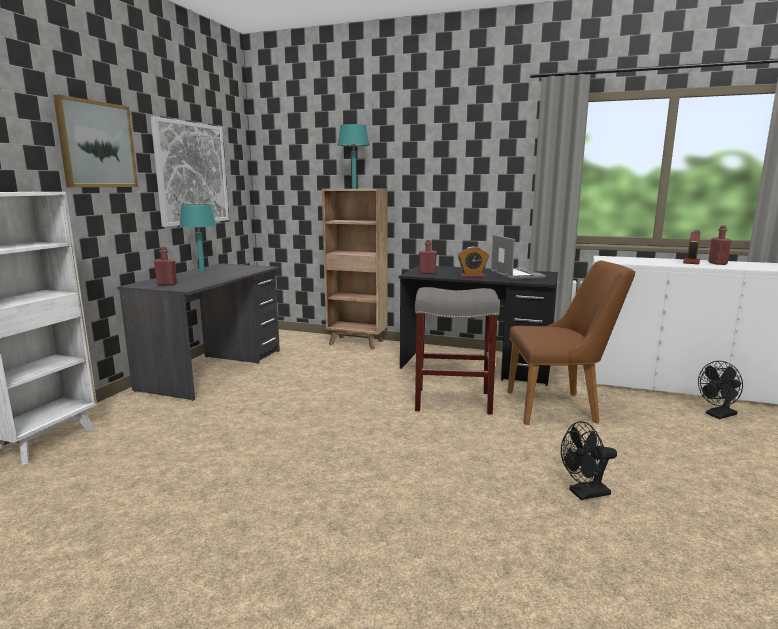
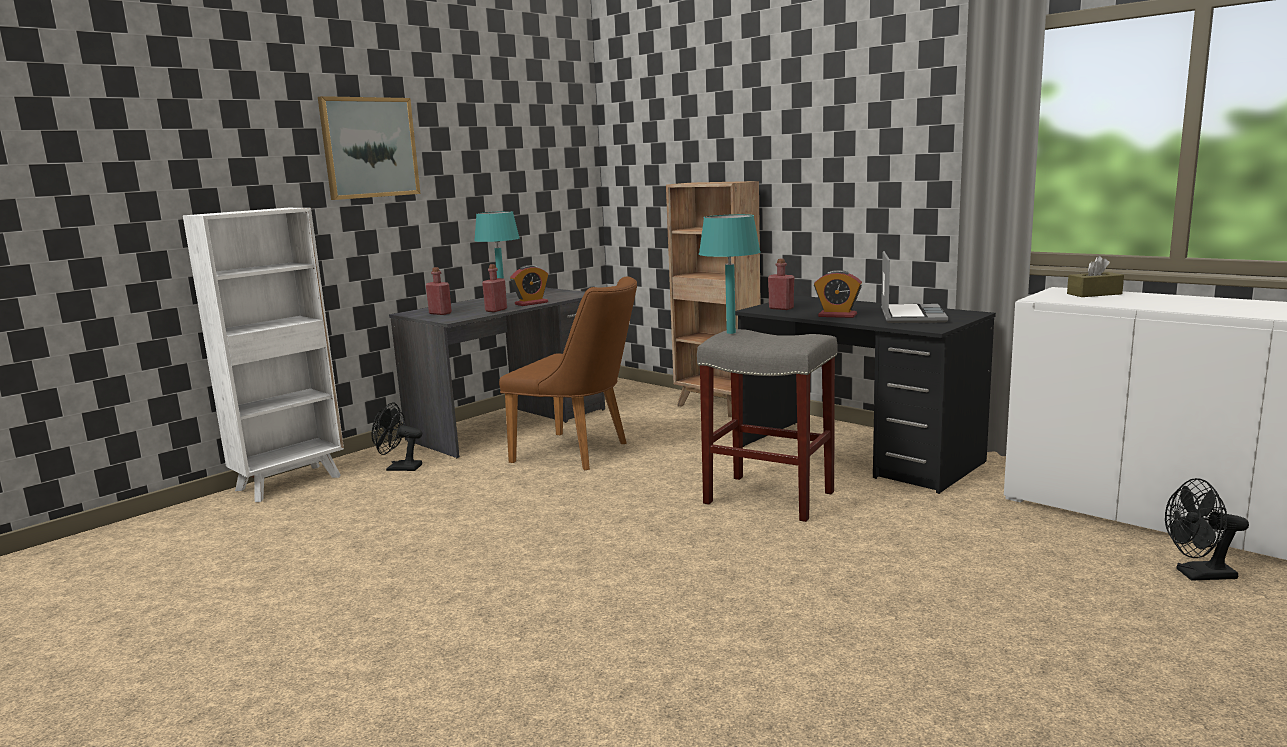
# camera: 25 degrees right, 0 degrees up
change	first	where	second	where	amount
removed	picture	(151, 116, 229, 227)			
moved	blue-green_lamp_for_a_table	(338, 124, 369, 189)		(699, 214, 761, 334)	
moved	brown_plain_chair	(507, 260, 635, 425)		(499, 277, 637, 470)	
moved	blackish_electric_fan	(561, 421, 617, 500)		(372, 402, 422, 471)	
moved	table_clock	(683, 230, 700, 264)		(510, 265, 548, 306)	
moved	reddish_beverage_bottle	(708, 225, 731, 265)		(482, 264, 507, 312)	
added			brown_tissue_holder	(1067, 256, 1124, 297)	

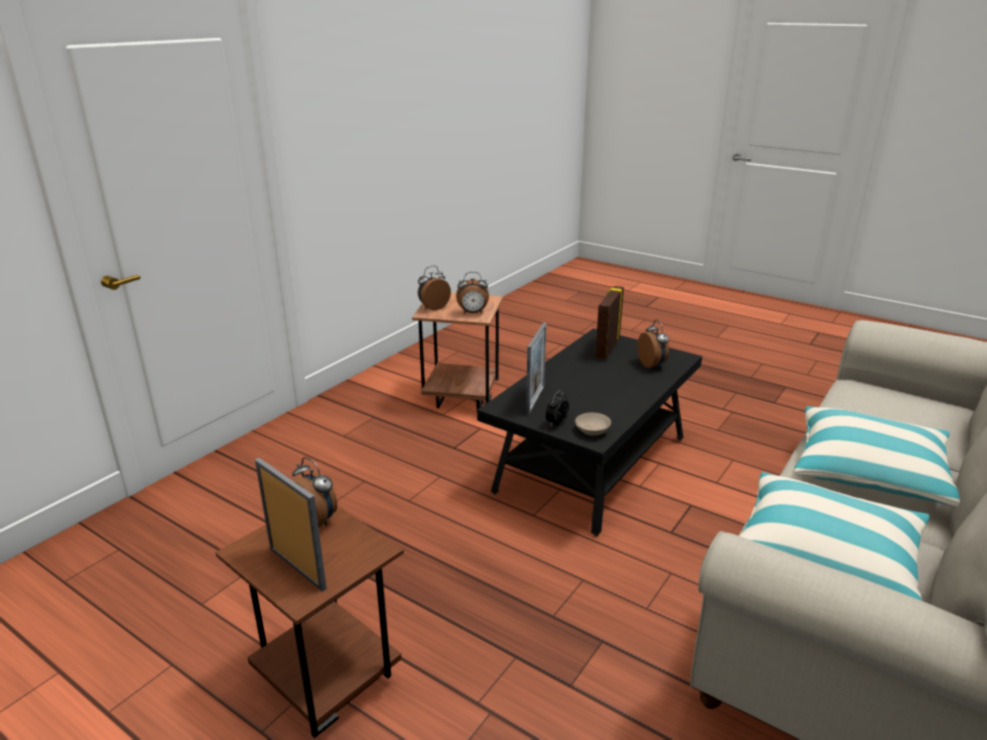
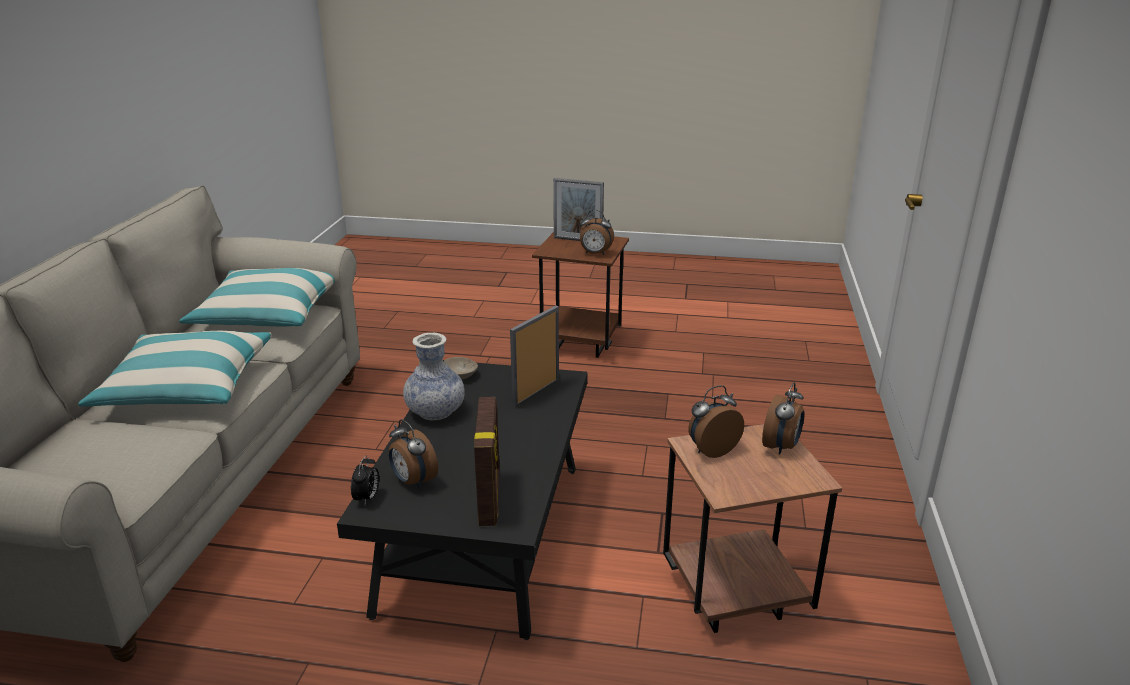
# camera: 155 degrees right, 0 degrees up
change	first	where	second	where	amount
turned	standing_frame	(526, 322, 547, 415)		(510, 305, 559, 408)	45 degrees clockwise
moved	table_clock	(546, 390, 569, 426)		(351, 456, 379, 505)	
added			decorative_vase	(403, 333, 465, 420)	

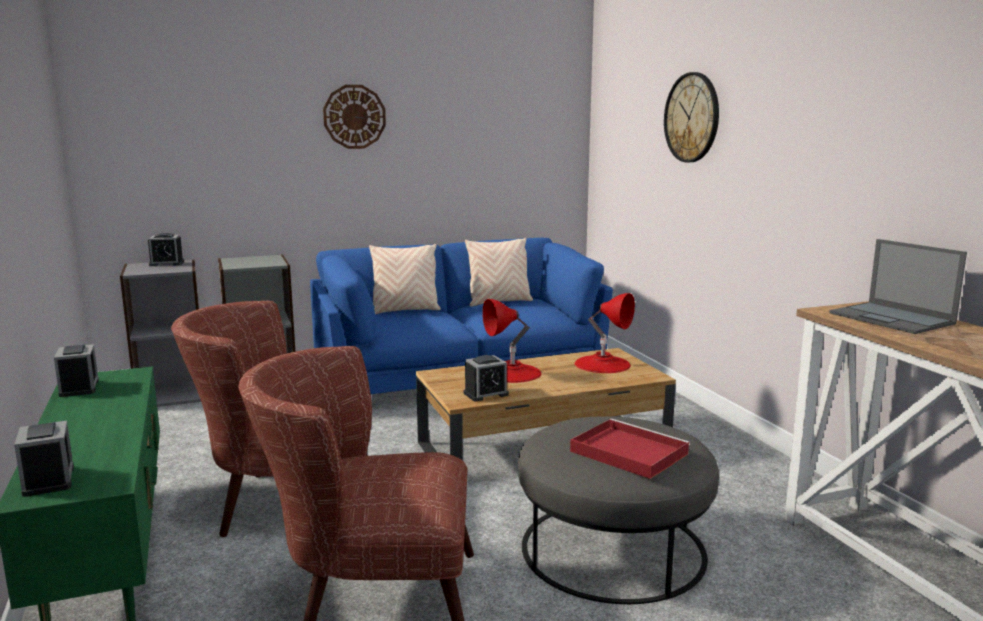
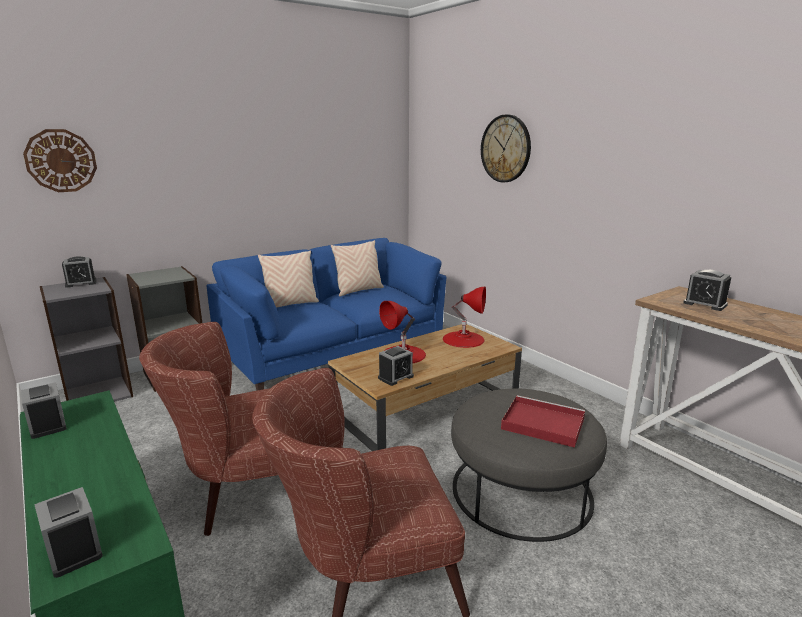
# camera: 15 degrees left, 5 degrees up
change	first	where	second	where	amount
moved	wall_clock	(323, 85, 386, 149)		(23, 129, 97, 192)	
replaced	laptop	(829, 239, 967, 334)	table_clock	(683, 270, 731, 311)	

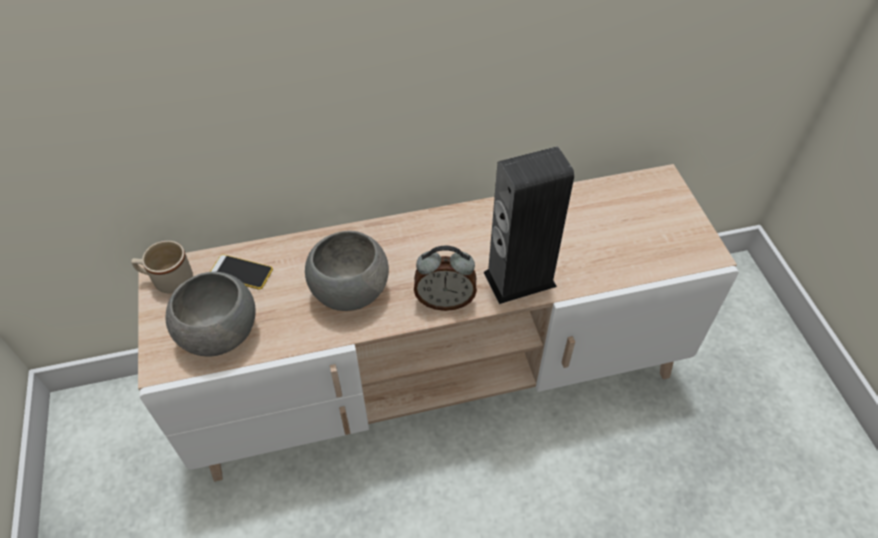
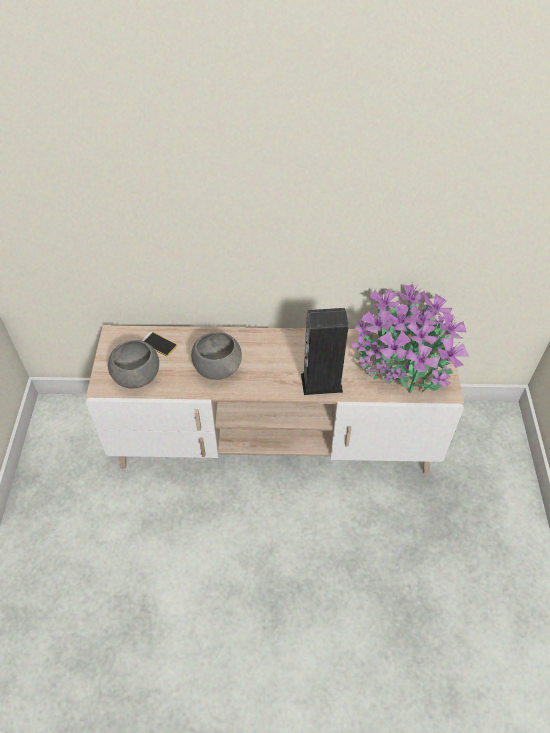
# camera: 15 degrees right, 0 degrees up
change	first	where	second	where	amount
removed	beige_tea_mug	(131, 241, 193, 293)			
removed	table_clock	(414, 245, 477, 311)			
added			plant_in_a_pot	(352, 283, 469, 393)	

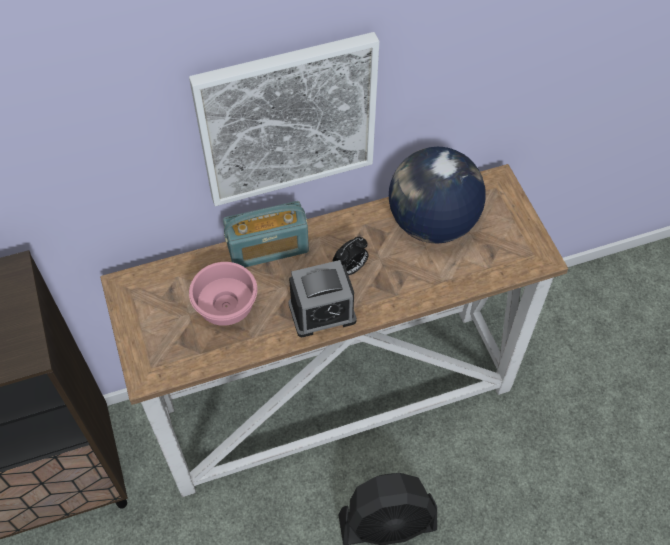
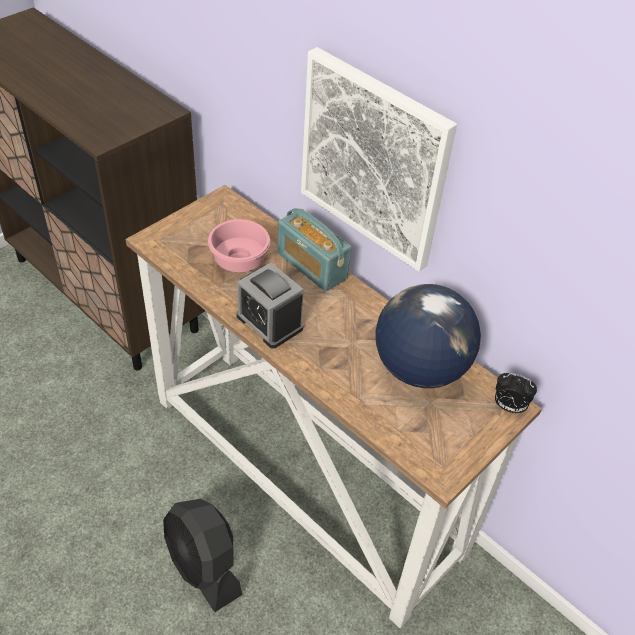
# camera: 60 degrees right, 10 degrees down
change	first	where	second	where	amount
moved	table_clock	(332, 237, 369, 275)		(495, 373, 537, 413)	

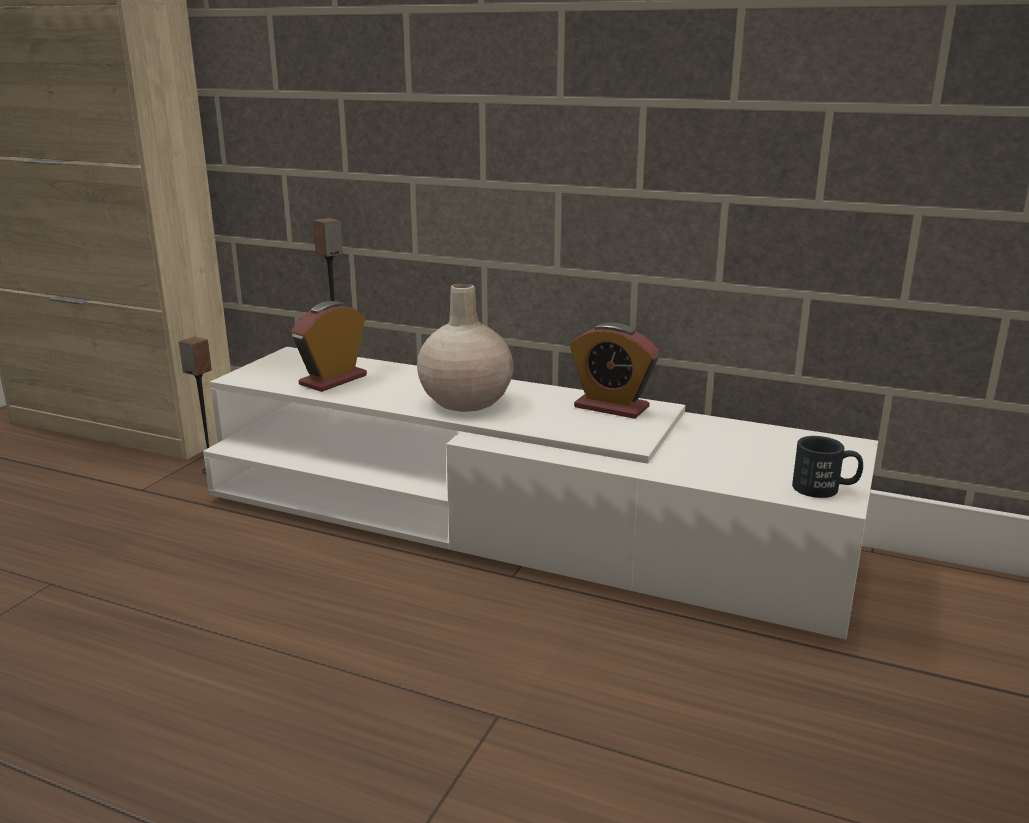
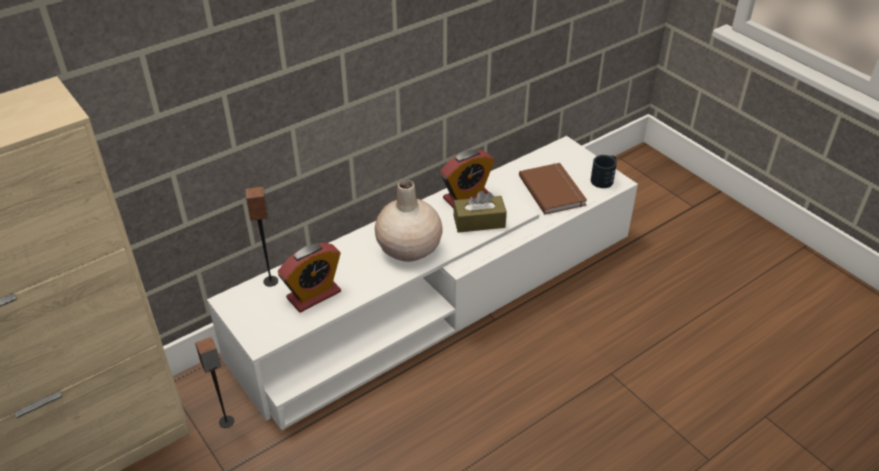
# camera: 60 degrees left, 20 degrees up
change	first	where	second	where	amount
turned	table_clock	(291, 301, 367, 392)		(278, 243, 341, 313)	105 degrees counterclockwise
added			brown_tissue_holder	(453, 191, 507, 233)	
added			brown_volume	(519, 163, 587, 215)	

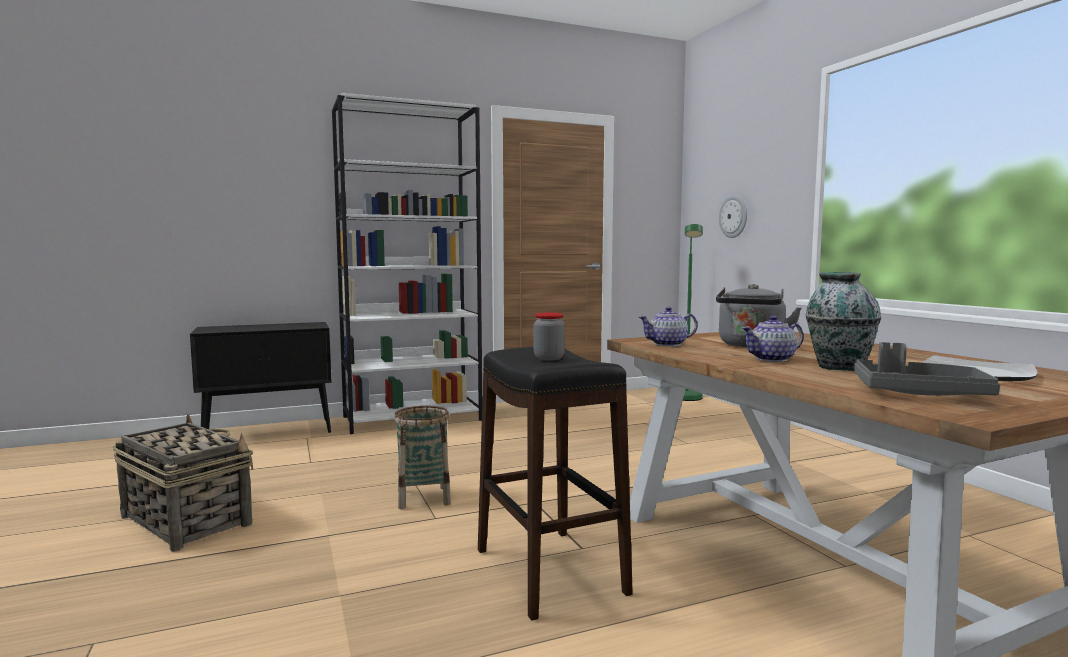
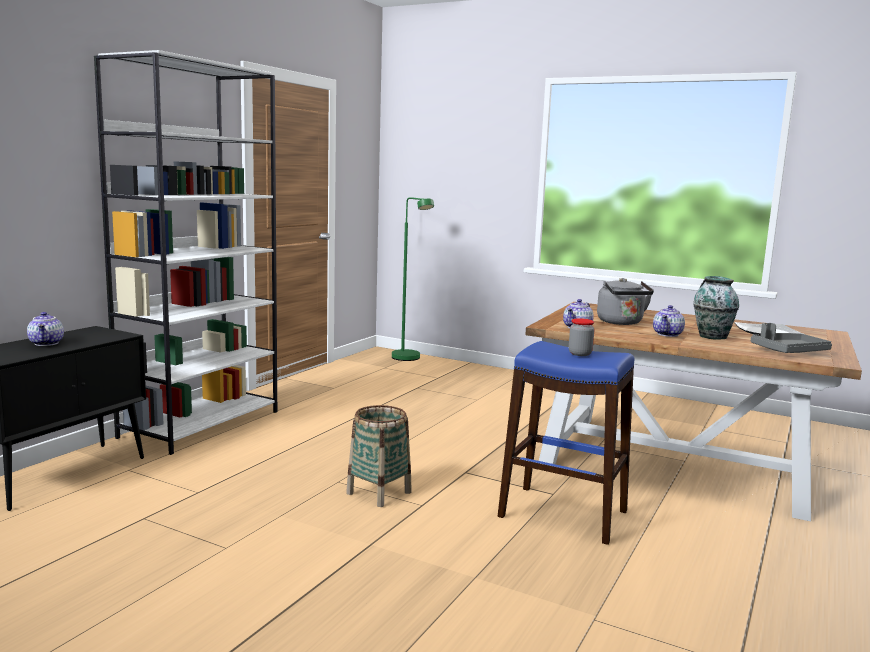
# camera: 40 degrees left, 5 degrees up
change	first	where	second	where	amount
removed	household_basket	(113, 414, 253, 552)			
recoloured	blackish_sitting_stool	(478, 347, 633, 621)	bluish_sitting_stool	(498, 341, 634, 545)	
removed	wall_clock	(719, 195, 747, 238)			
added			teapot	(27, 312, 64, 346)	

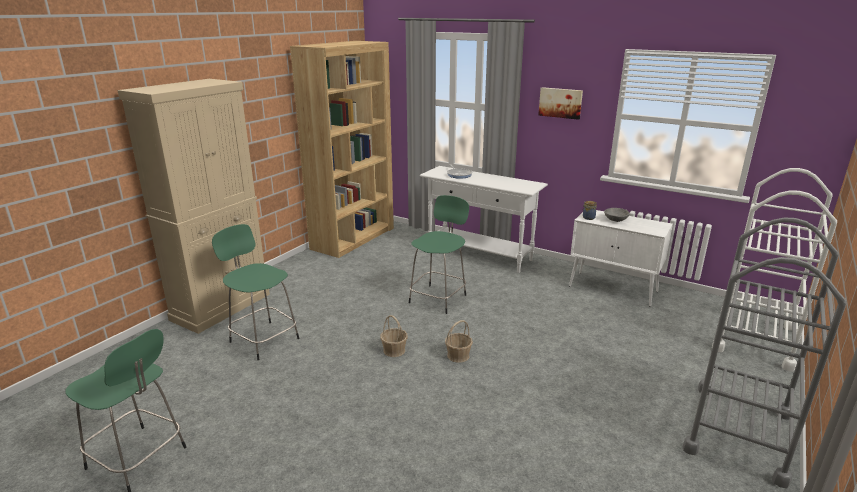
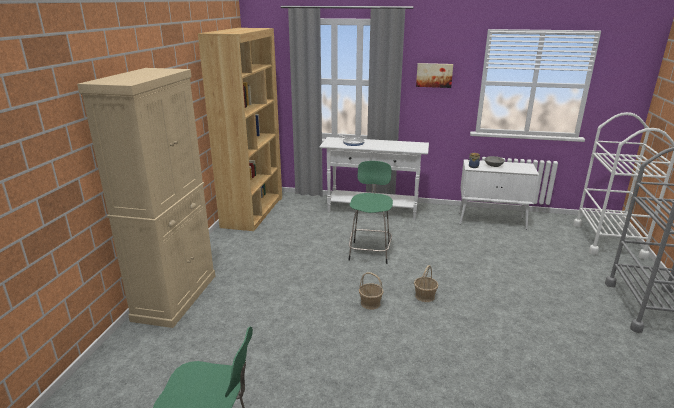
# camera: 20 degrees left, 0 degrees up
change	first	where	second	where	amount
removed	green_sitting_stool	(212, 224, 299, 360)			

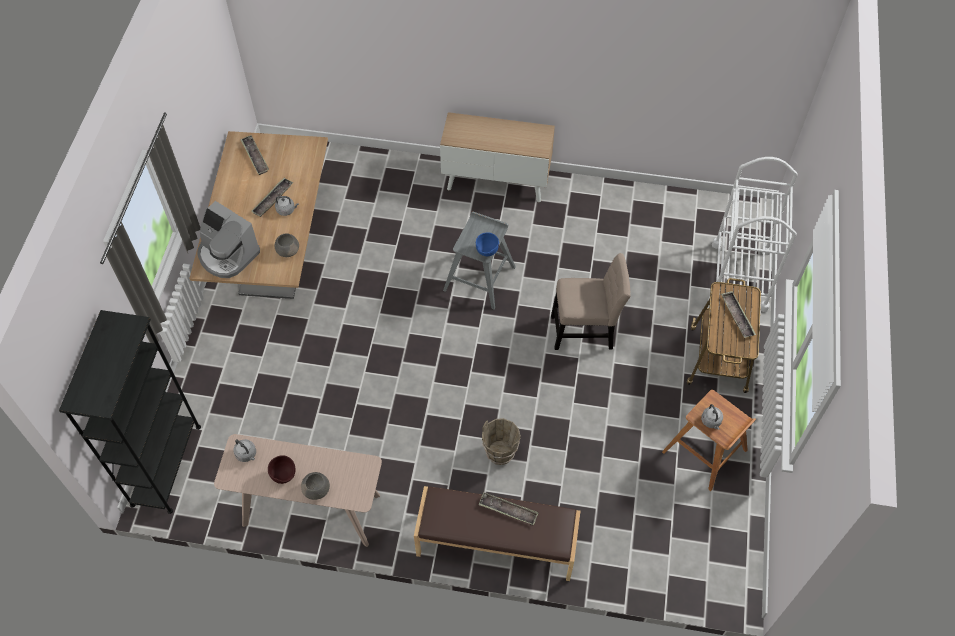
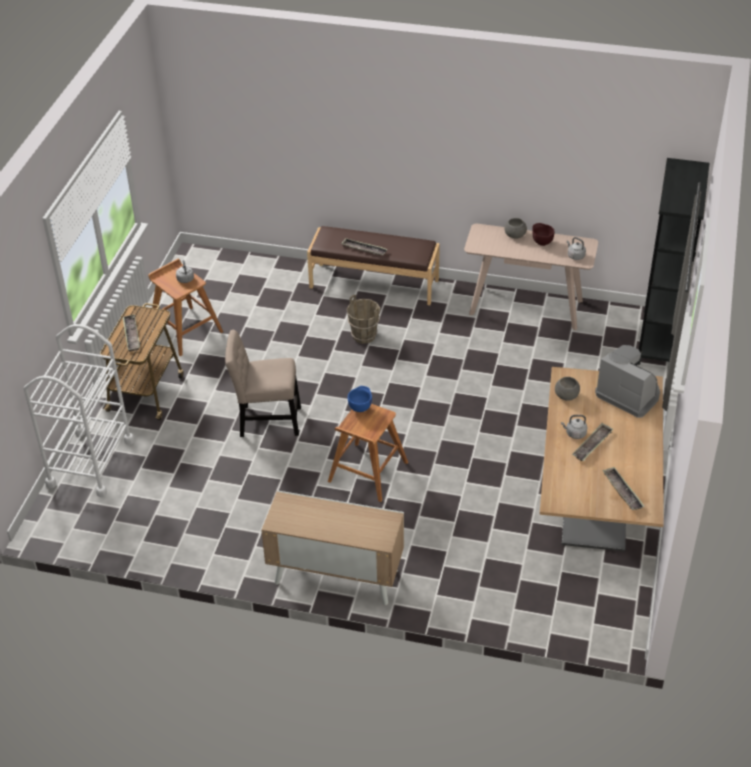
# camera: 175 degrees left, 15 degrees down
change	first	where	second	where	amount
recoloured	grey_sitting_stool	(443, 211, 516, 309)	brown_sitting_stool	(328, 404, 408, 502)	

